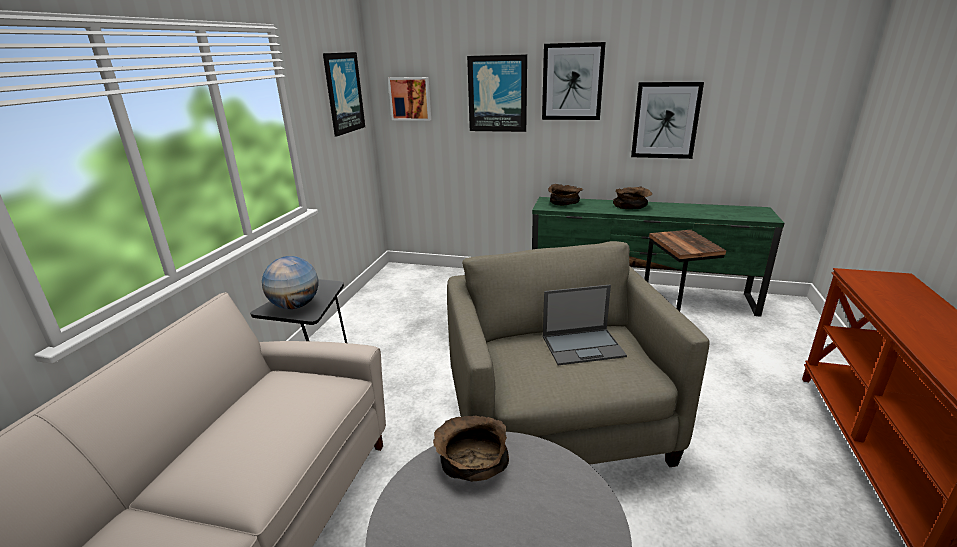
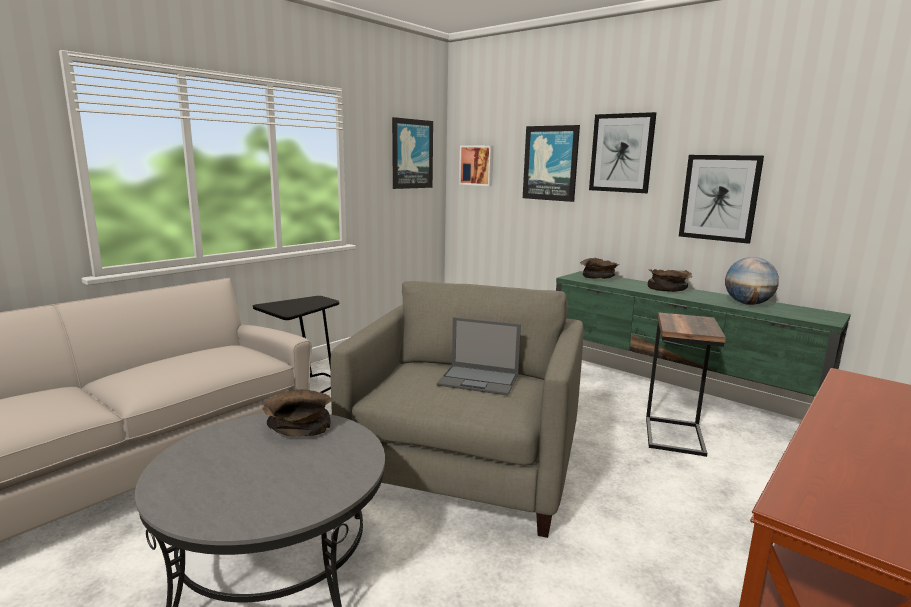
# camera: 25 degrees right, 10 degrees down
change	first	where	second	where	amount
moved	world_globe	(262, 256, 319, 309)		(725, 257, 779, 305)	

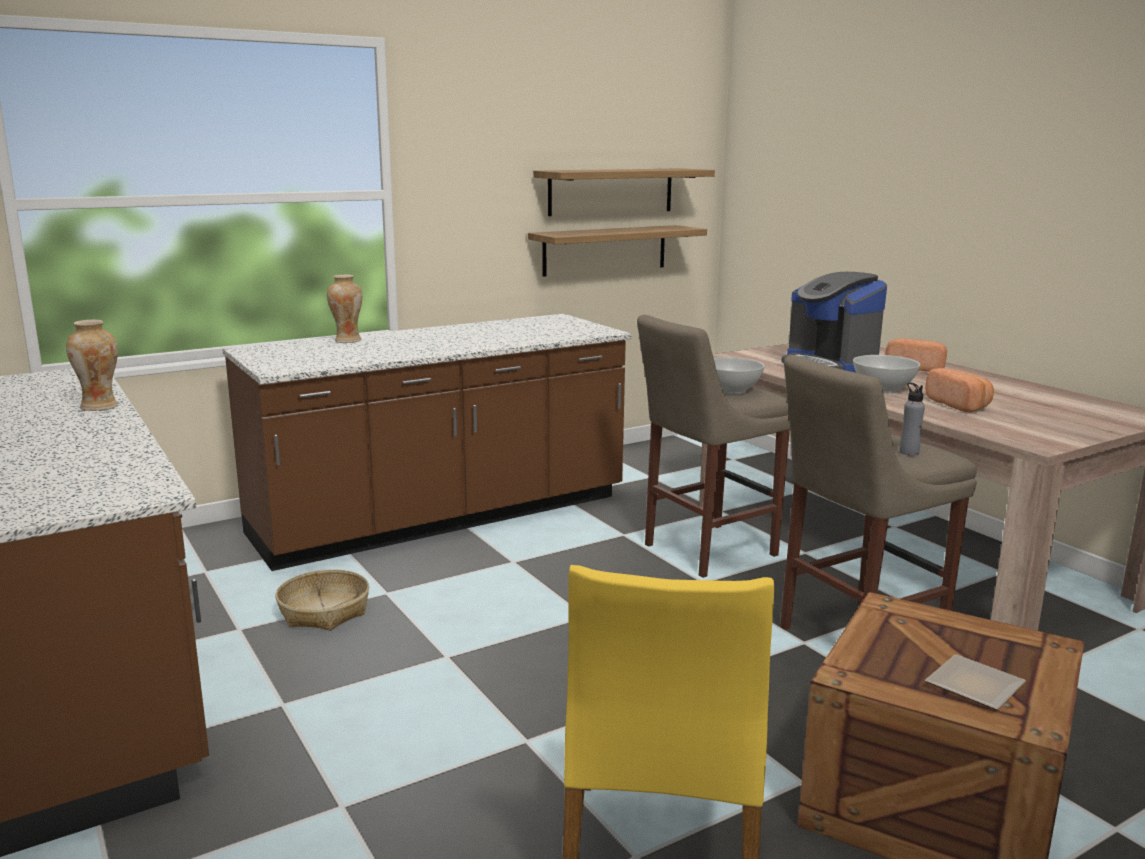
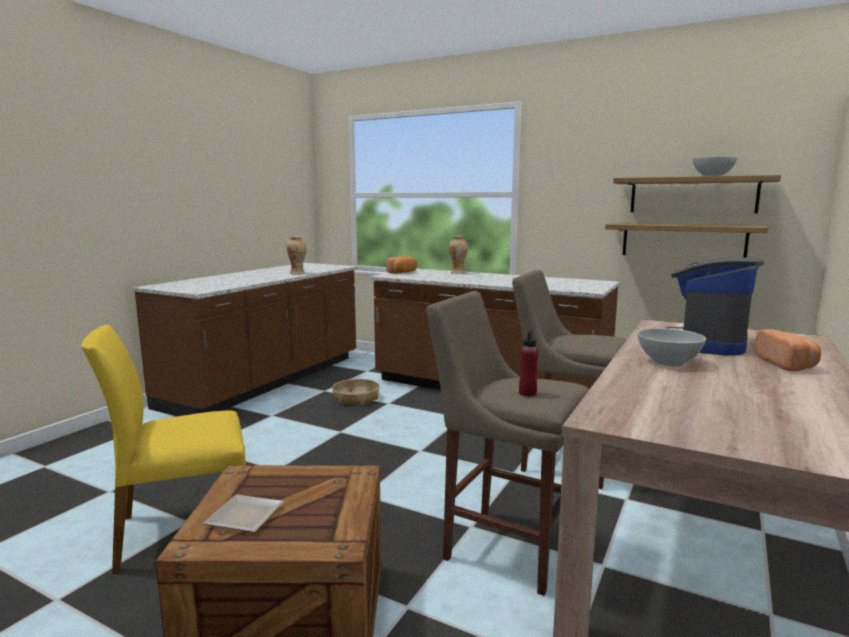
# camera: 60 degrees right, 5 degrees down
change	first	where	second	where	amount
moved	whitish_deep_dish	(714, 357, 765, 394)		(693, 156, 738, 176)	
recoloured	grey_beverage_bottle	(900, 383, 925, 456)	reddish_beverage_bottle	(519, 329, 538, 397)	
moved	bakery_bread	(925, 368, 994, 412)		(386, 256, 417, 274)	

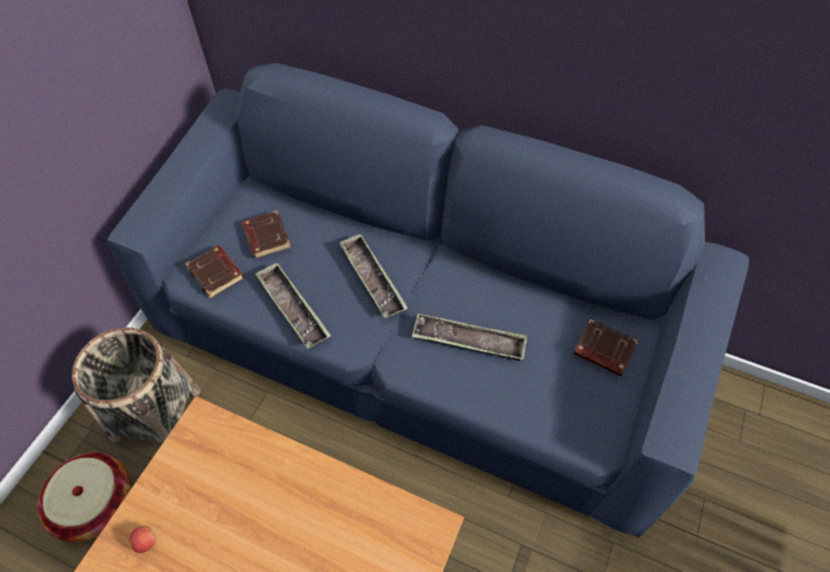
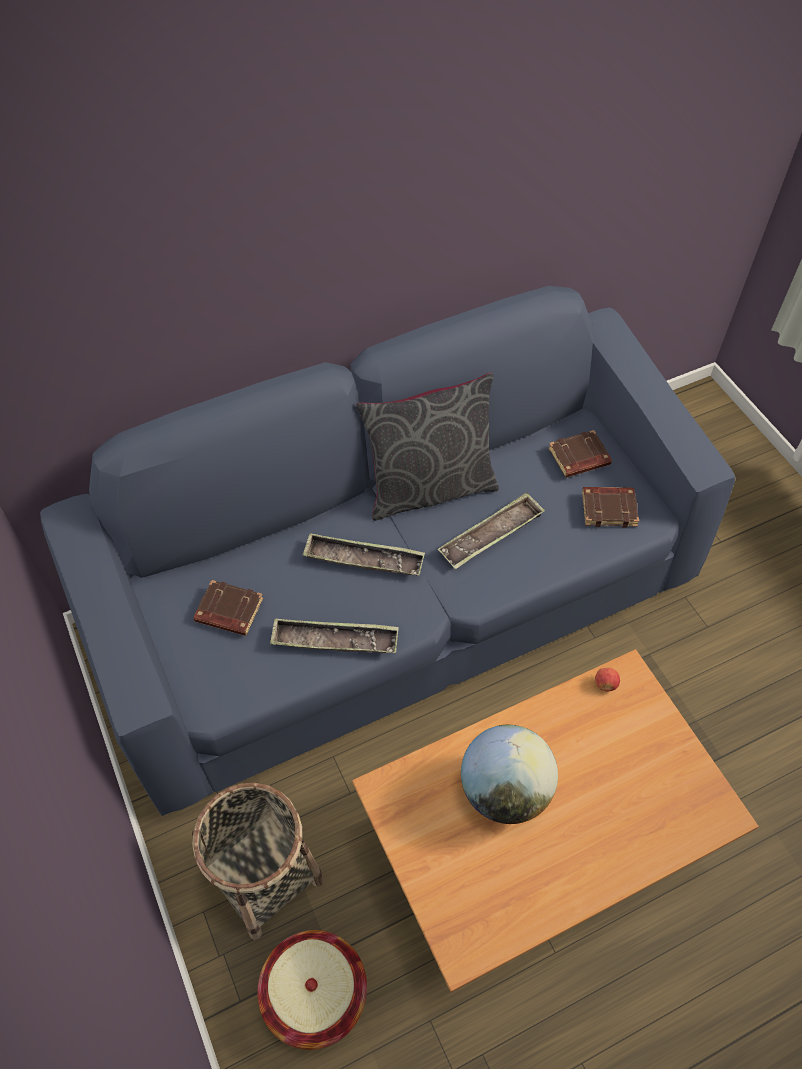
# camera: 50 degrees left, 0 degrees up
change	first	where	second	where	amount
moved	whole_apple	(130, 526, 156, 553)		(595, 667, 620, 692)	
moved	brown_volume	(185, 245, 244, 298)		(582, 487, 639, 527)	
added			grey_pillow	(356, 372, 499, 521)	
added			world_globe	(461, 725, 558, 824)	

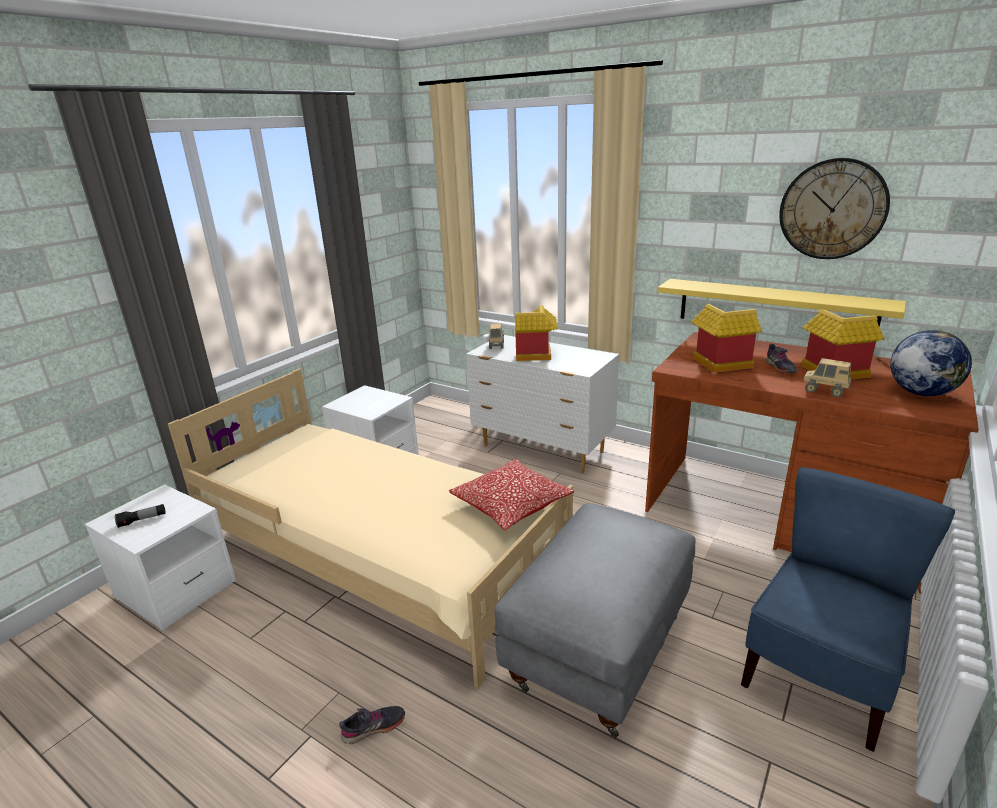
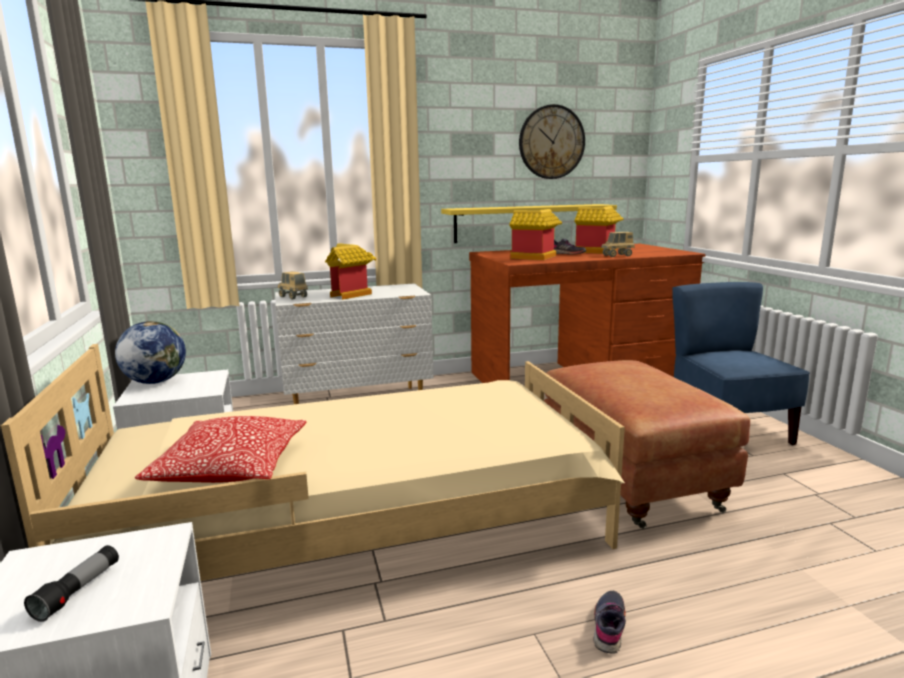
# camera: 50 degrees left, 10 degrees down
change	first	where	second	where	amount
moved	pillow	(449, 459, 574, 531)		(135, 416, 306, 483)	
recoloured	grey_pouffe	(494, 503, 696, 738)	brown_pouffe	(544, 360, 750, 529)	
moved	world_globe	(890, 330, 972, 396)		(115, 321, 186, 384)	

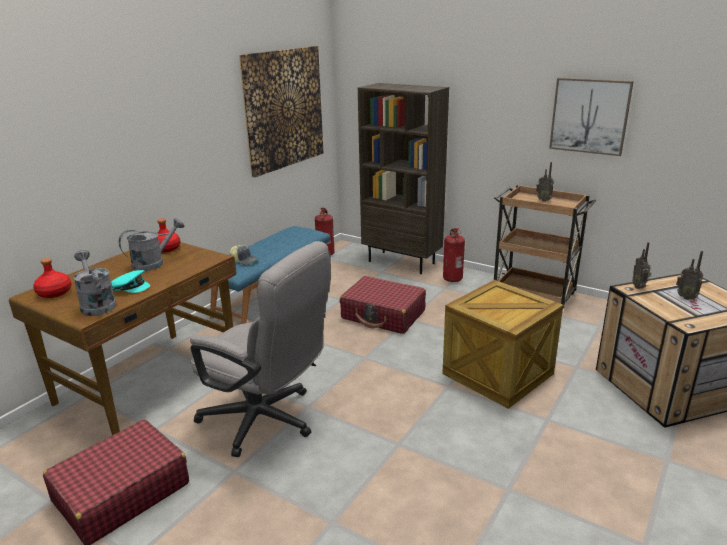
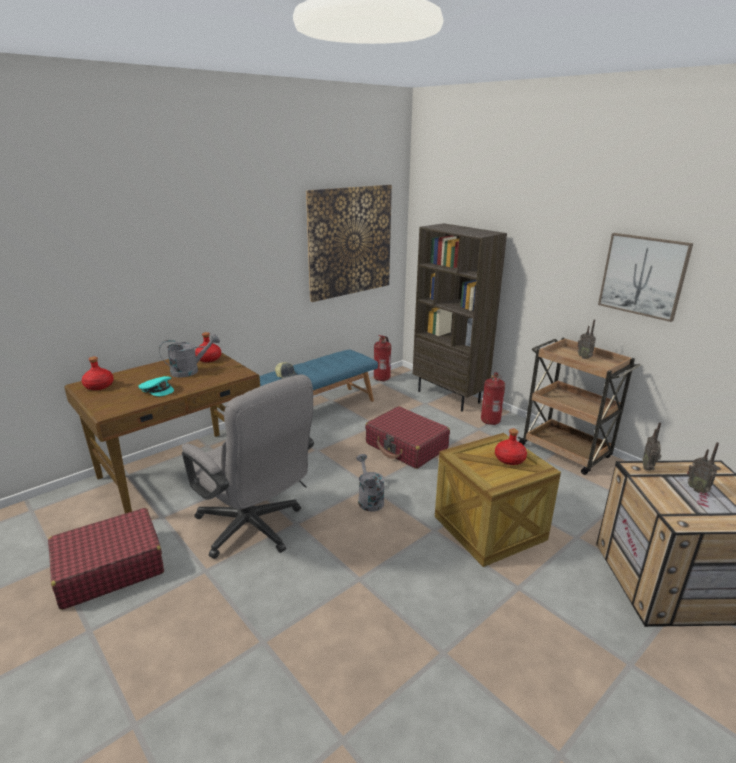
# camera: 15 degrees right, 0 degrees up
change	first	where	second	where	amount
moved	grey_watering_pot	(73, 250, 117, 316)		(356, 454, 385, 512)	
added			reddish_beverage_bottle	(495, 429, 527, 465)	

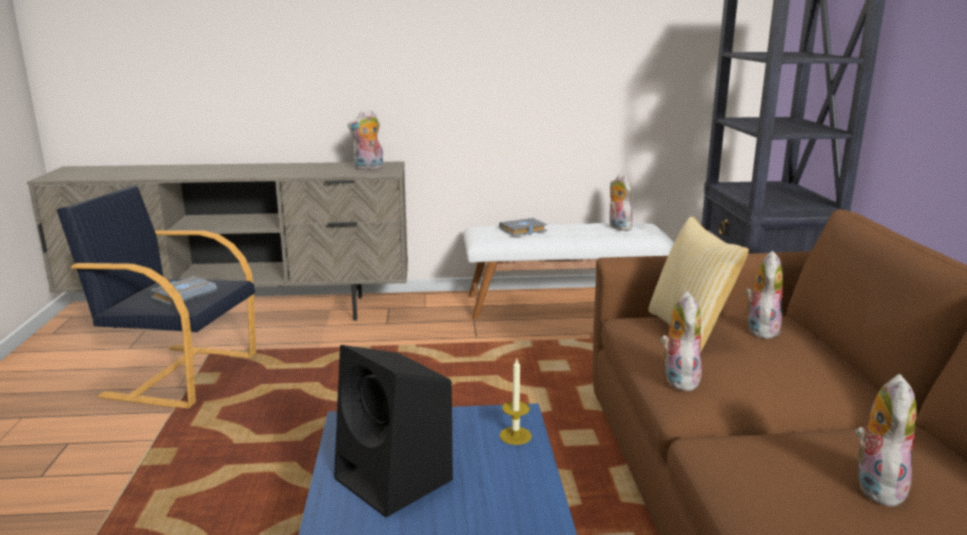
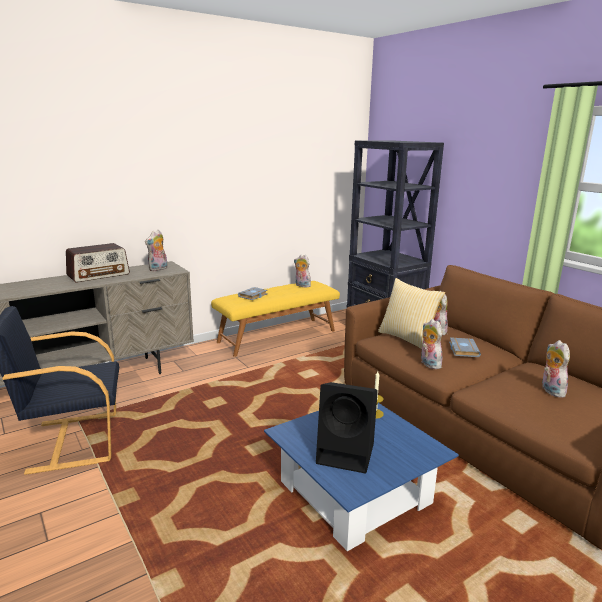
# camera: 30 degrees left, 0 degrees up
change	first	where	second	where	amount
moved	grey_volume	(150, 276, 217, 306)		(449, 337, 481, 357)	
recoloured	whitish_long_seat	(464, 223, 674, 319)	yellow_long_seat	(211, 281, 340, 357)	
added			radio	(66, 243, 130, 283)	

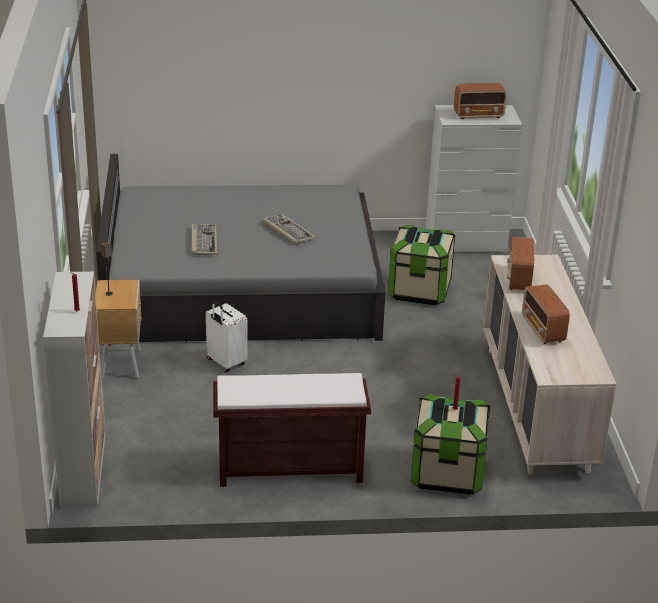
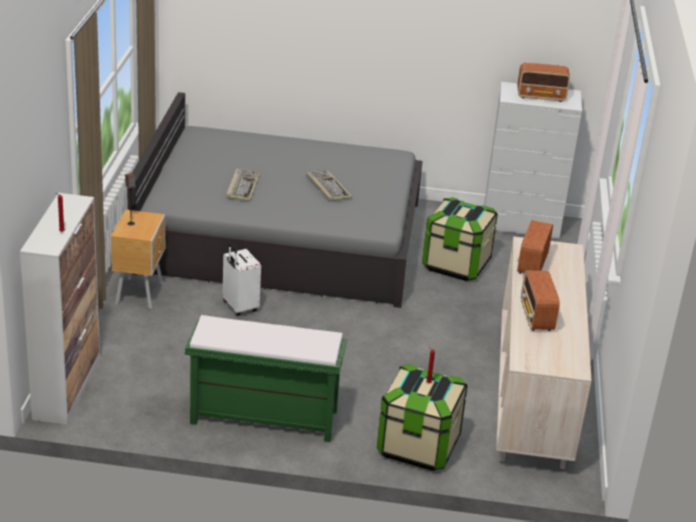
# camera: 10 degrees right, 0 degrees up
change	first	where	second	where	amount
recoloured	brown_long_seat	(213, 373, 371, 487)	green_long_seat	(185, 315, 347, 442)	

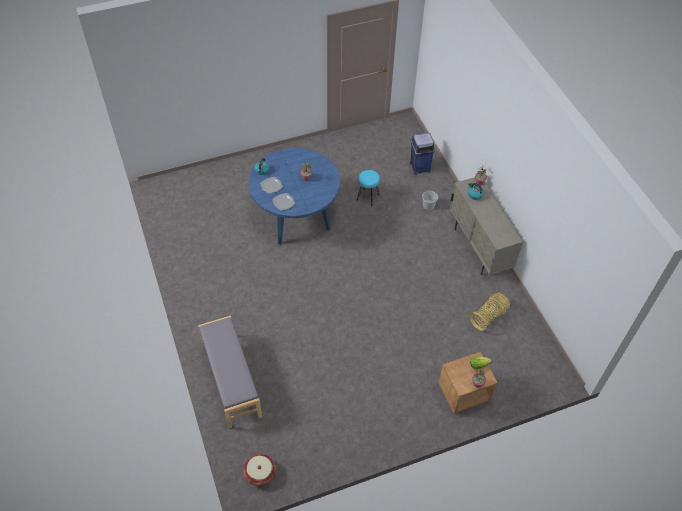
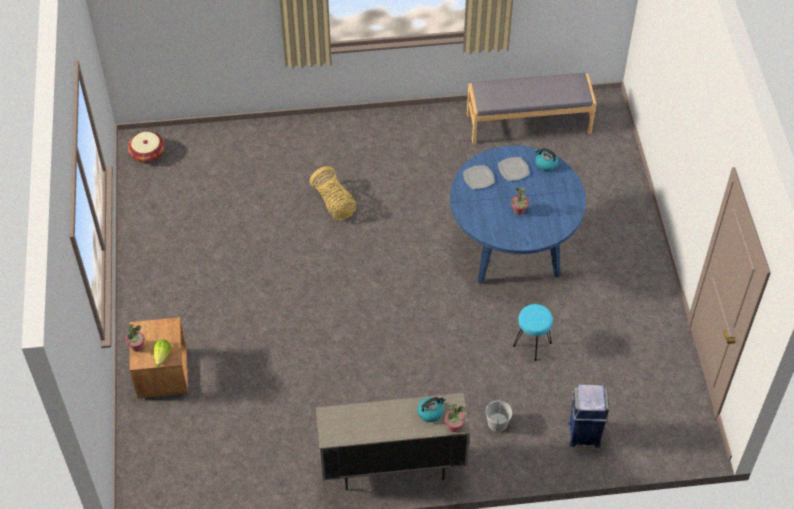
# camera: 105 degrees right, 0 degrees up
change	first	where	second	where	amount
moved	grey_long_seat	(198, 316, 262, 428)		(467, 73, 596, 144)	
moved	household_basket	(469, 293, 510, 331)		(310, 166, 356, 220)	

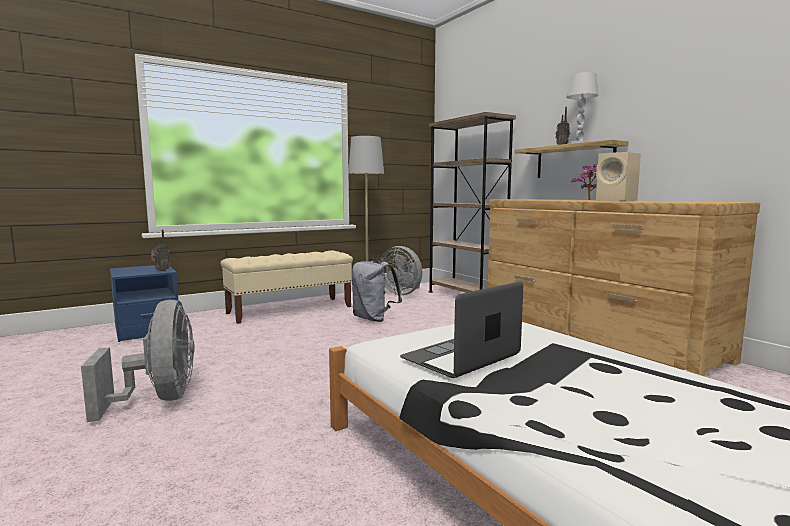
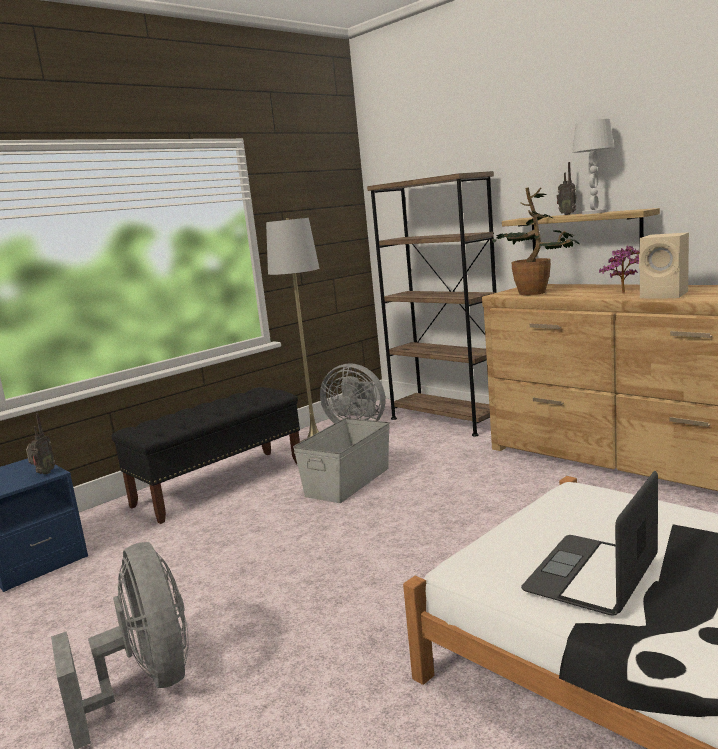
# camera: 10 degrees left, 5 degrees up
change	first	where	second	where	amount
recoloured	beige_long_seat	(221, 251, 353, 324)	blackish_long_seat	(112, 387, 300, 524)	
replaced	grey_backpack	(351, 259, 402, 322)	grey_storage_box	(293, 418, 390, 503)	
added			plant_in_a_pot	(492, 187, 580, 295)	

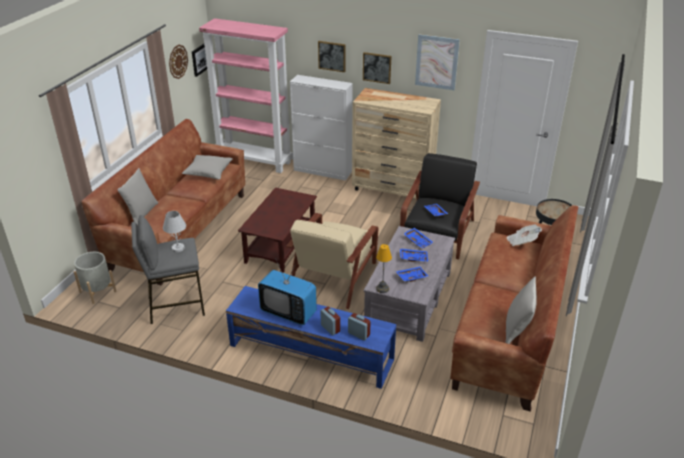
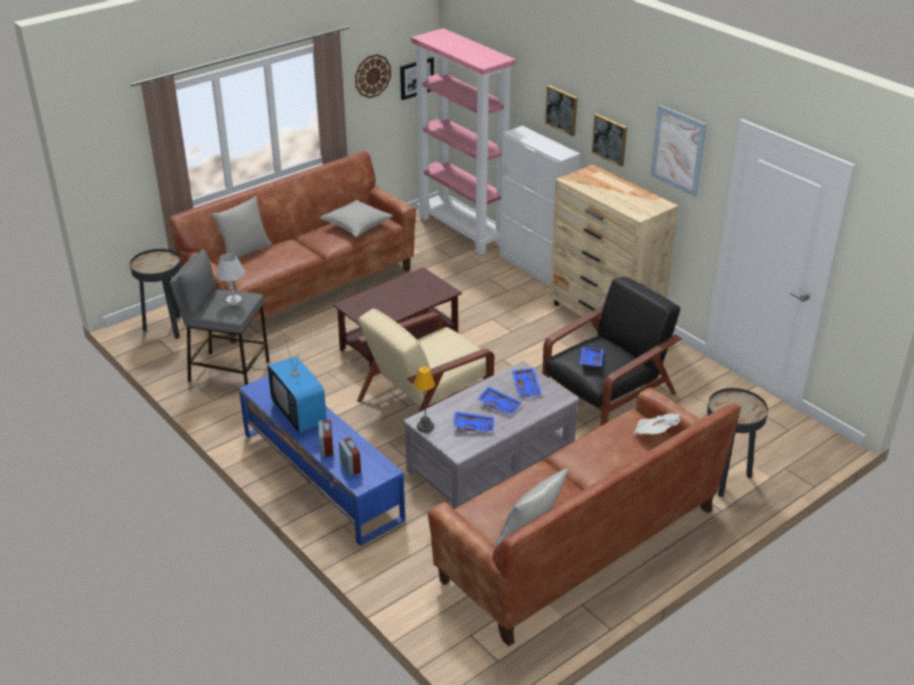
# camera: 30 degrees right, 0 degrees up
change	first	where	second	where	amount
replaced	grey_flower_pot	(74, 252, 117, 304)	blackish_accent_table	(130, 249, 181, 339)	

